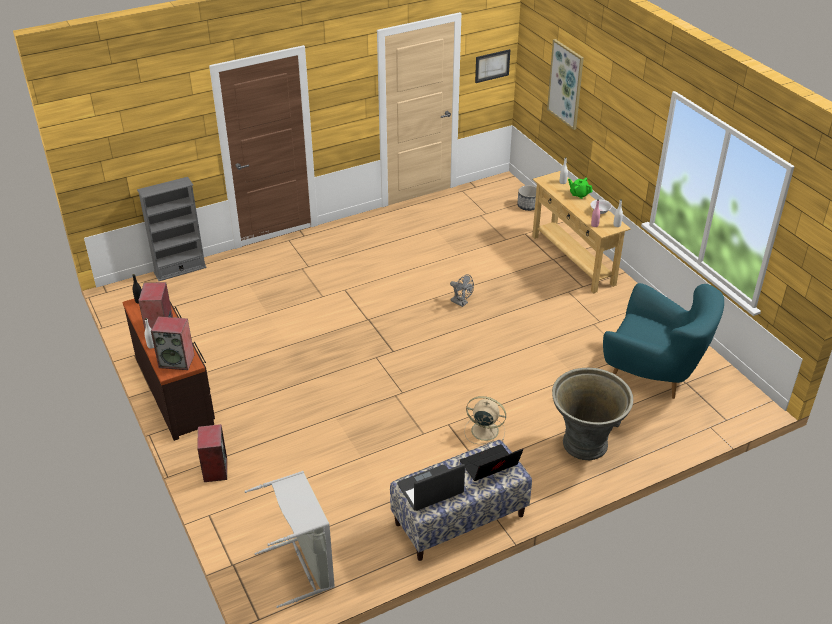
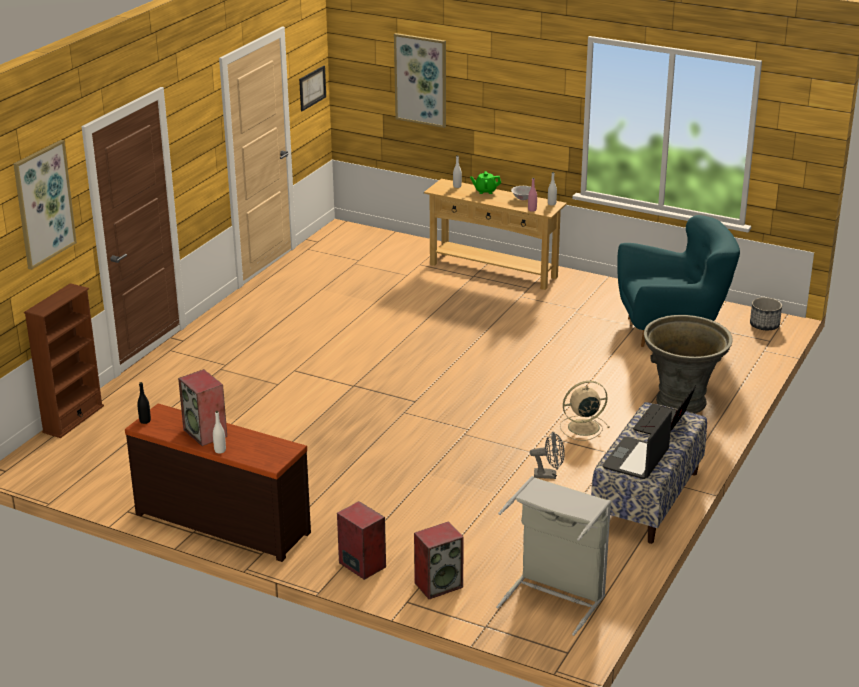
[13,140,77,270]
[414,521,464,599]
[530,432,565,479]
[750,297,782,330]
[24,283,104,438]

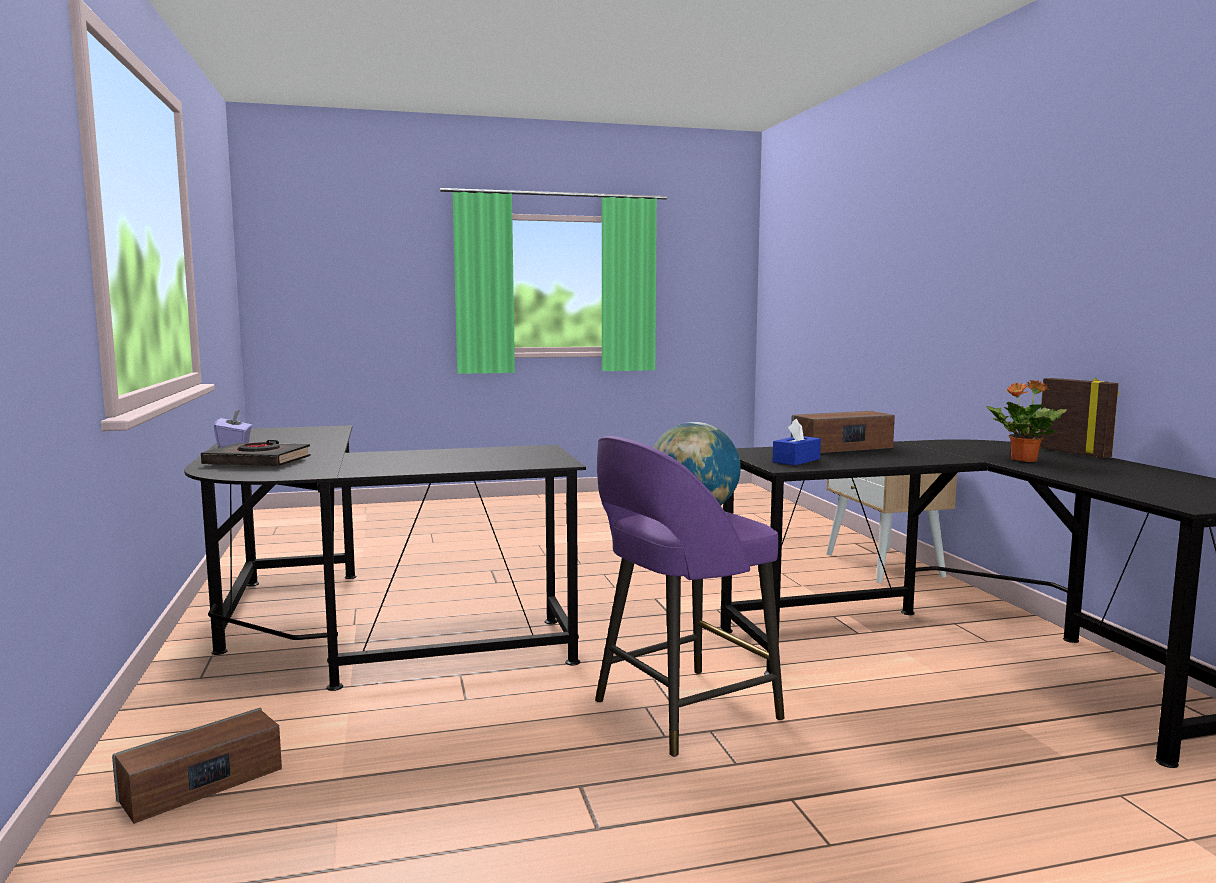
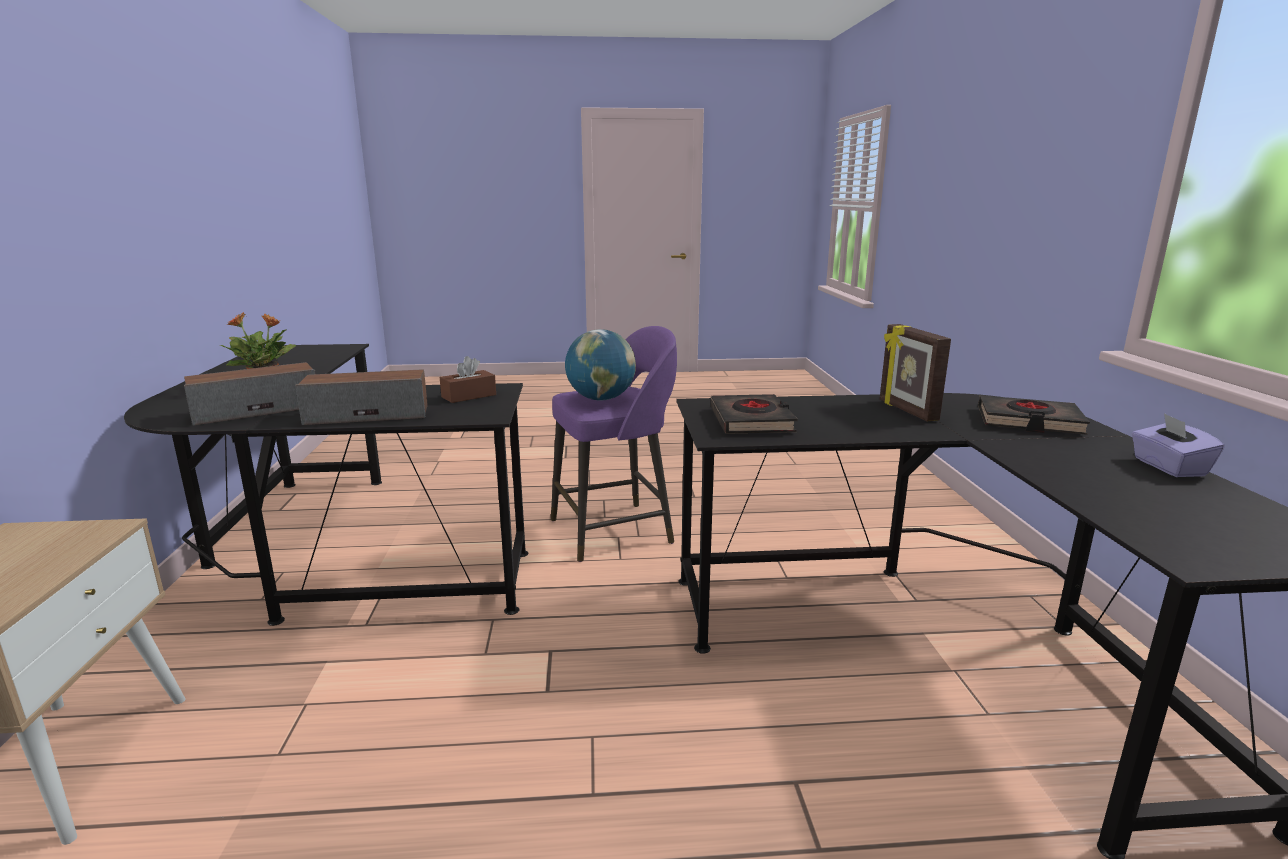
[710,394,797,434]
[184,362,316,426]
[880,324,951,421]
[440,356,496,403]

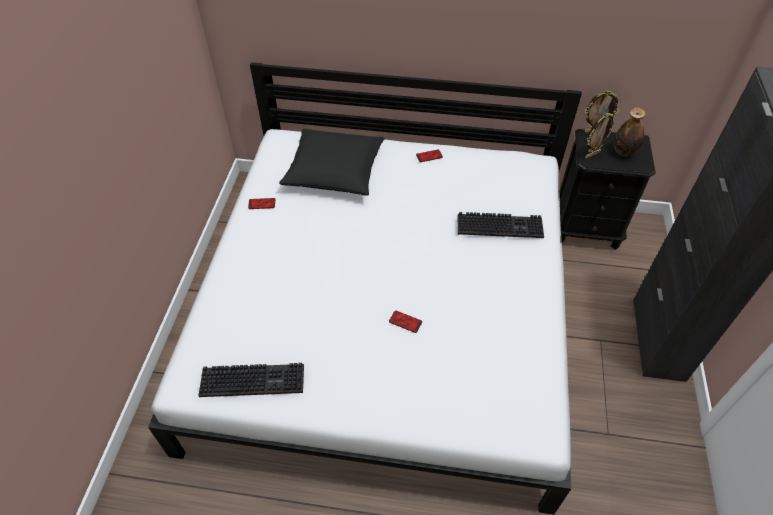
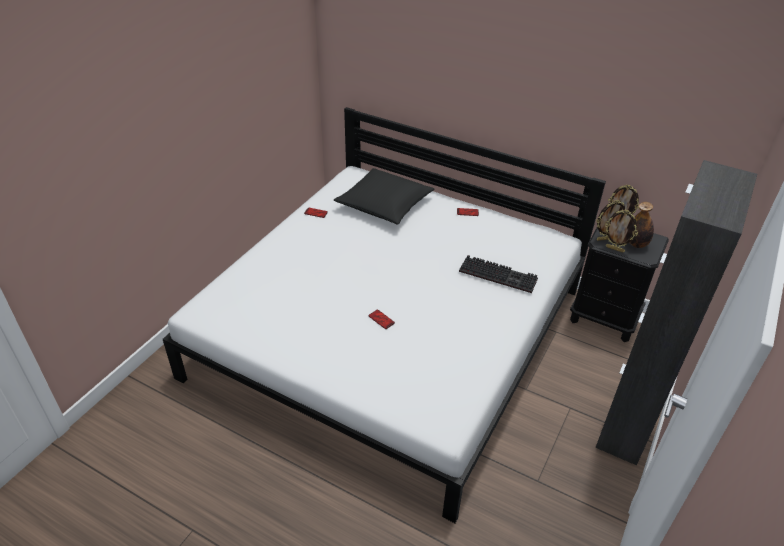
[198,363,304,397] (first image)
[605,210,638,253]

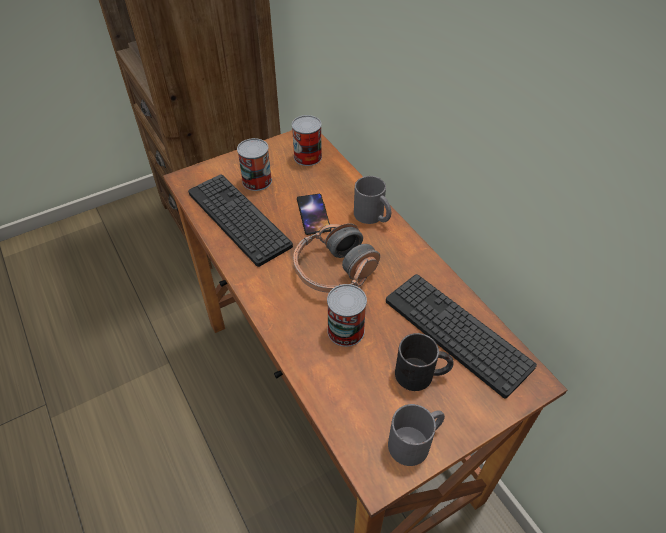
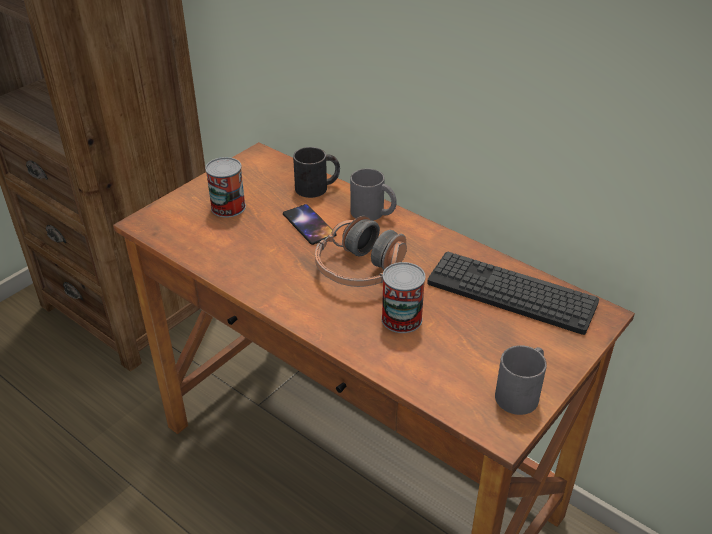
[188,174,293,267] (first image)
[292,115,322,166] (first image)
[293,147,340,198]

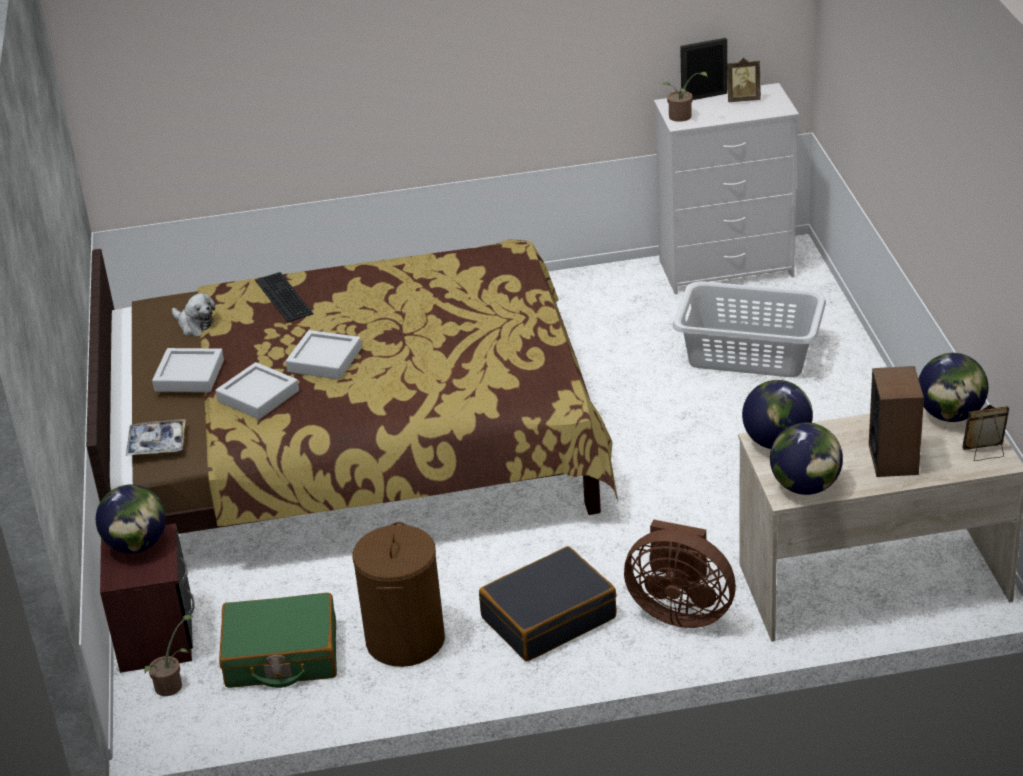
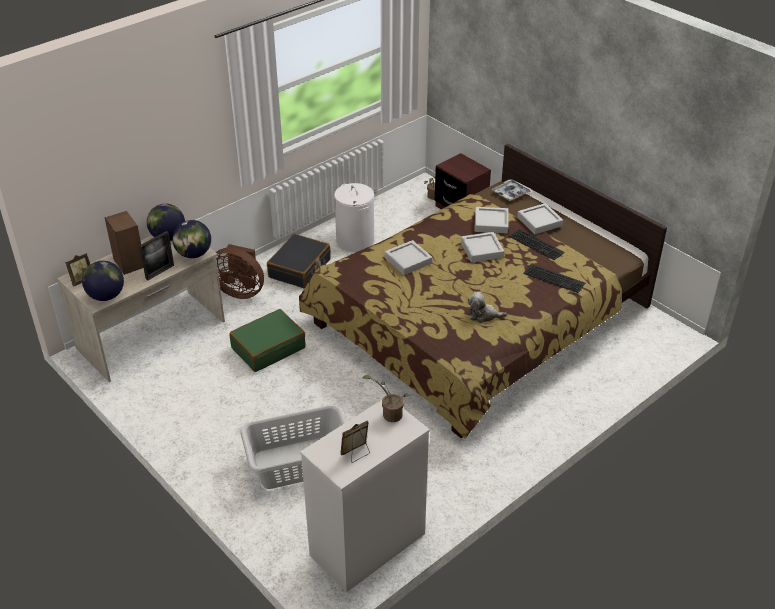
[96,484,166,554] (first image)
[385,240,432,275]
[509,229,565,260]
[467,292,507,323]
[230,309,306,372]
[139,231,174,280]
[334,183,374,252]
[216,244,264,299]

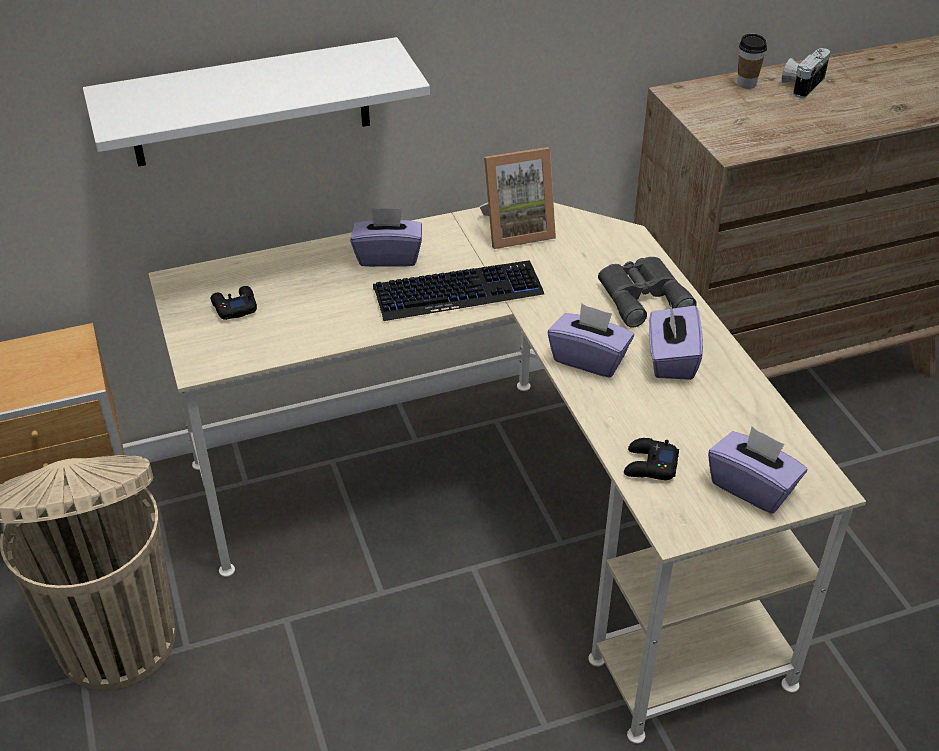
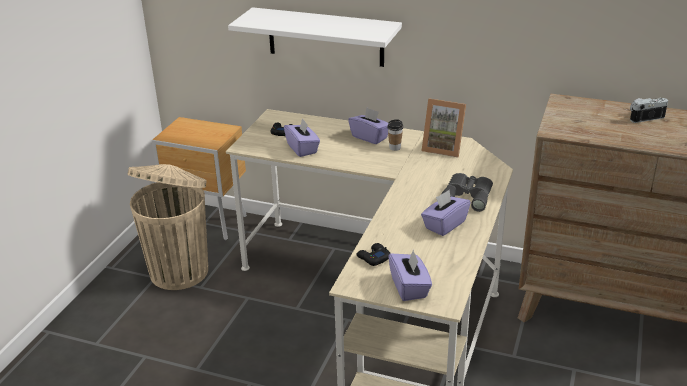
[373,260,544,321] (first image)
[284,118,320,157]
[387,119,403,151]

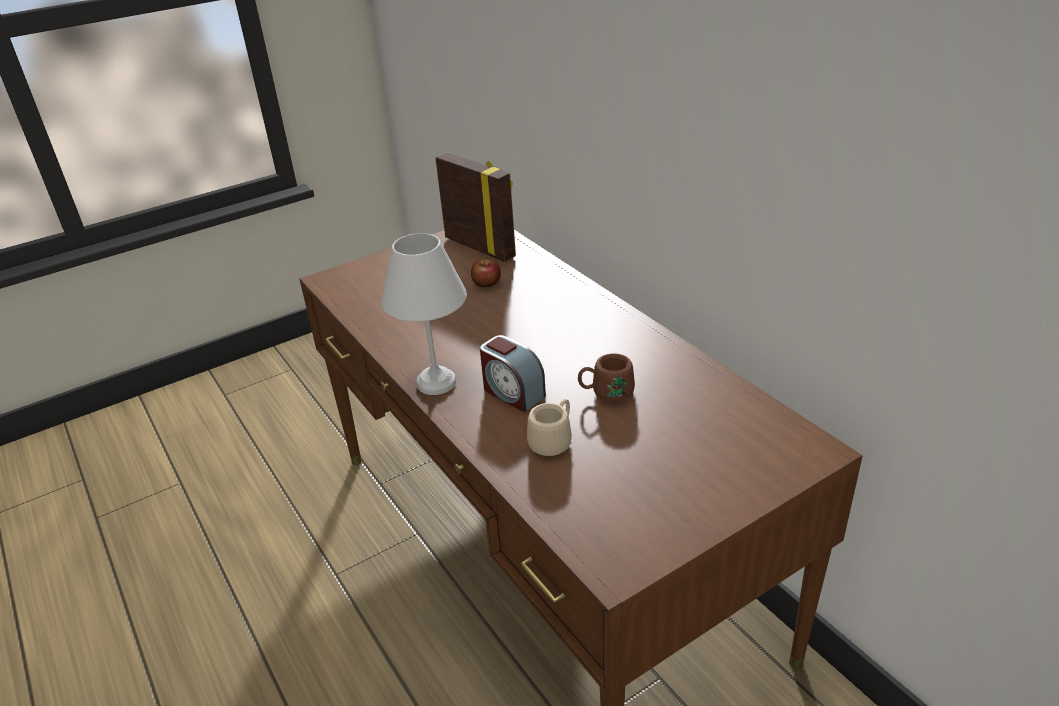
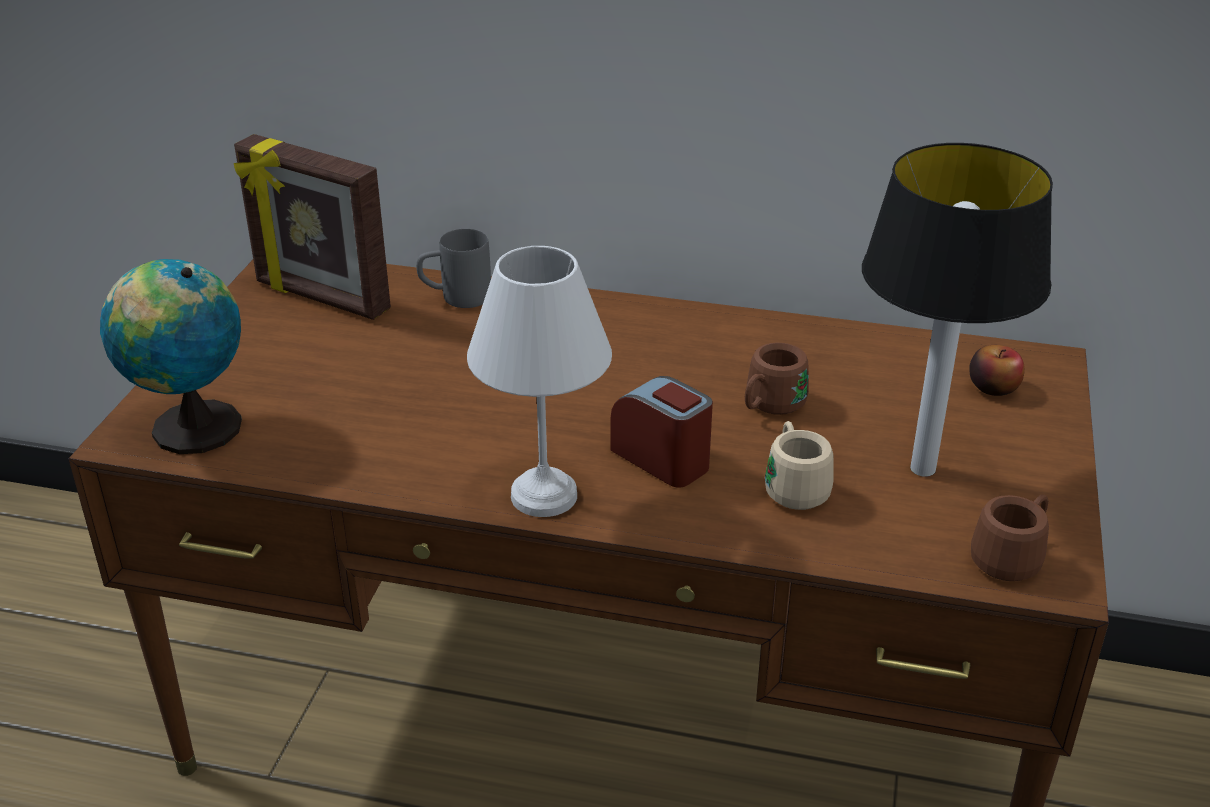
[100,259,242,454]
[416,229,491,308]
[862,143,1053,477]
[971,495,1049,581]
[969,345,1025,396]
[234,134,391,320]
[610,376,713,488]

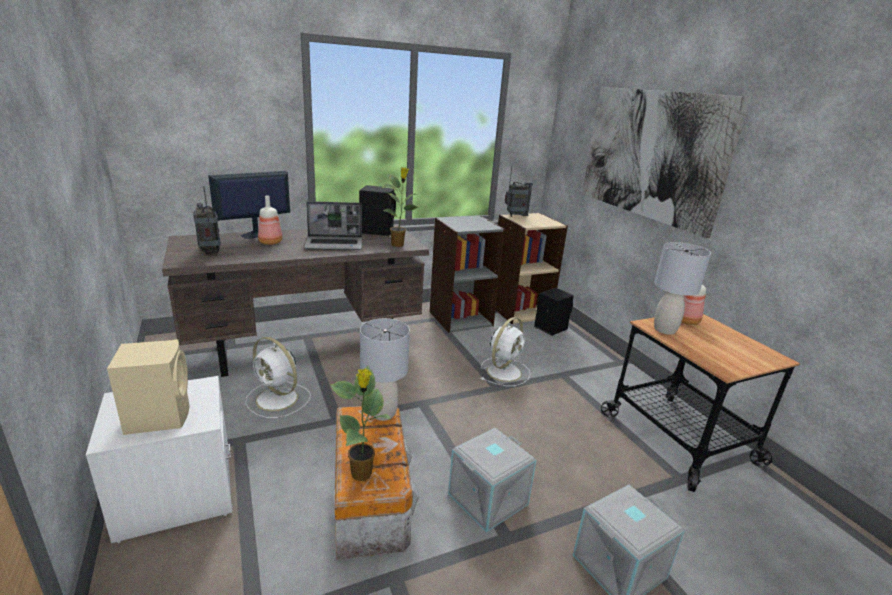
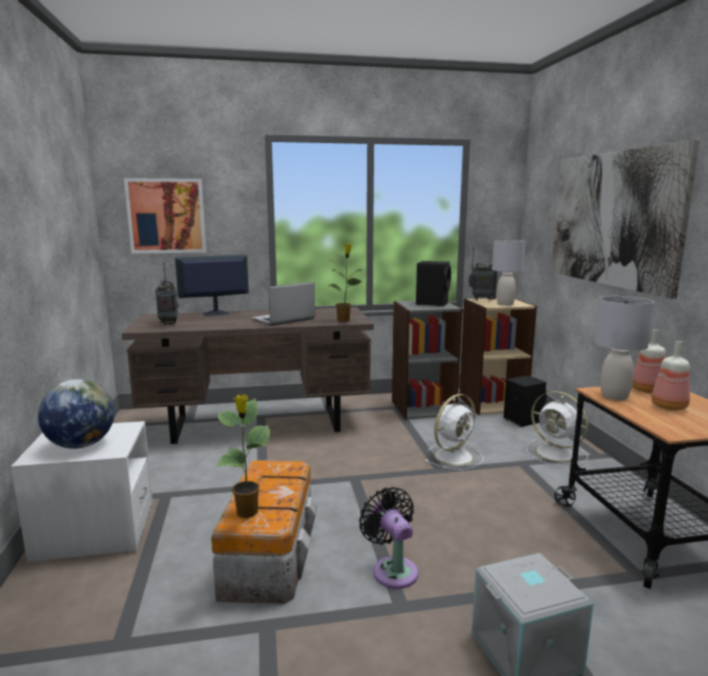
[124,178,206,254]
[526,391,588,467]
[651,341,690,410]
[416,261,451,306]
[492,240,526,306]
[38,379,115,449]
[359,487,418,589]
[251,282,315,326]

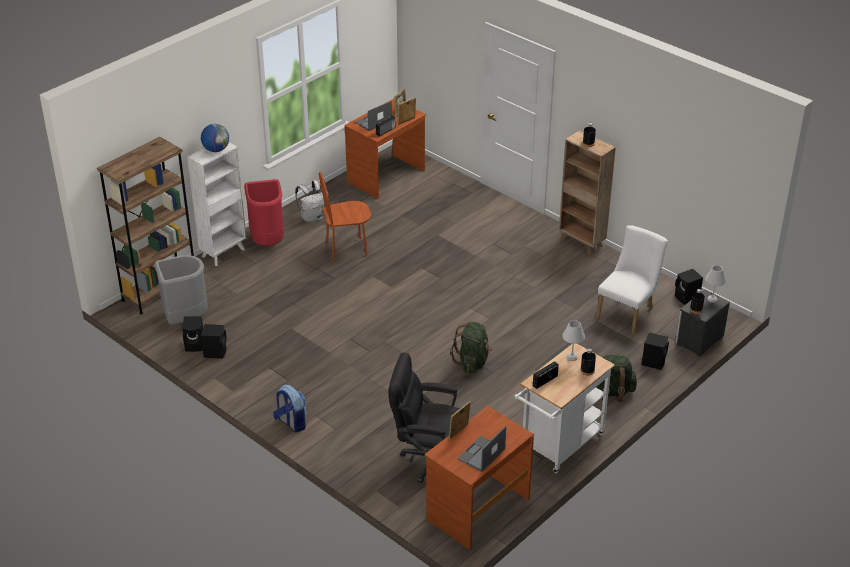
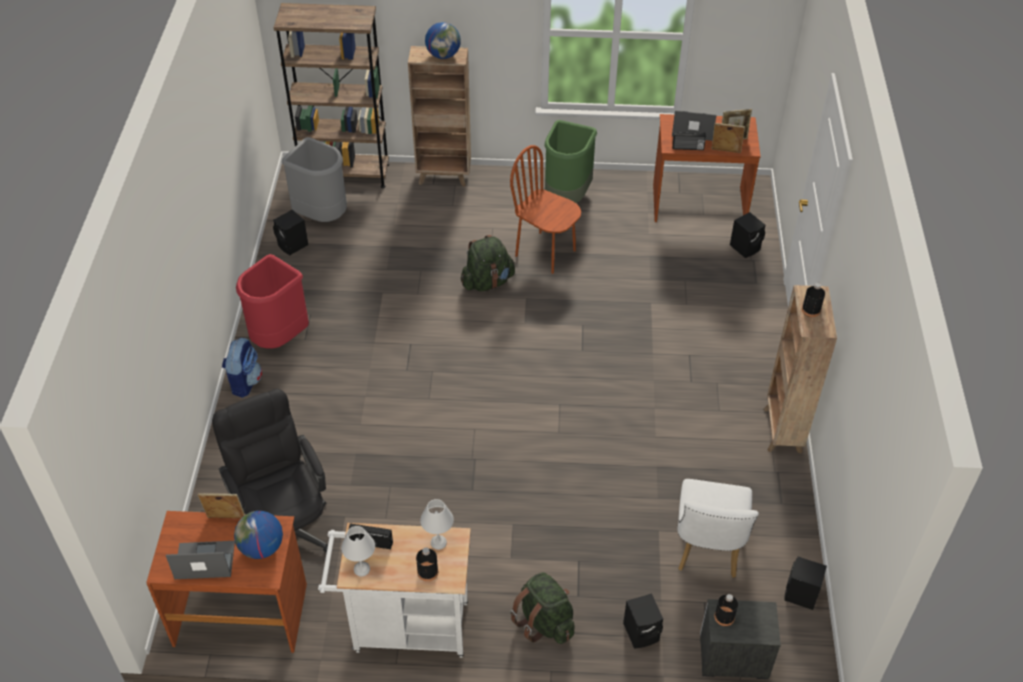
[234,511,283,559]
[730,212,765,258]
[236,254,309,349]
[461,235,515,291]
[341,526,375,577]
[544,120,597,203]
[408,46,471,187]
[677,479,759,578]

